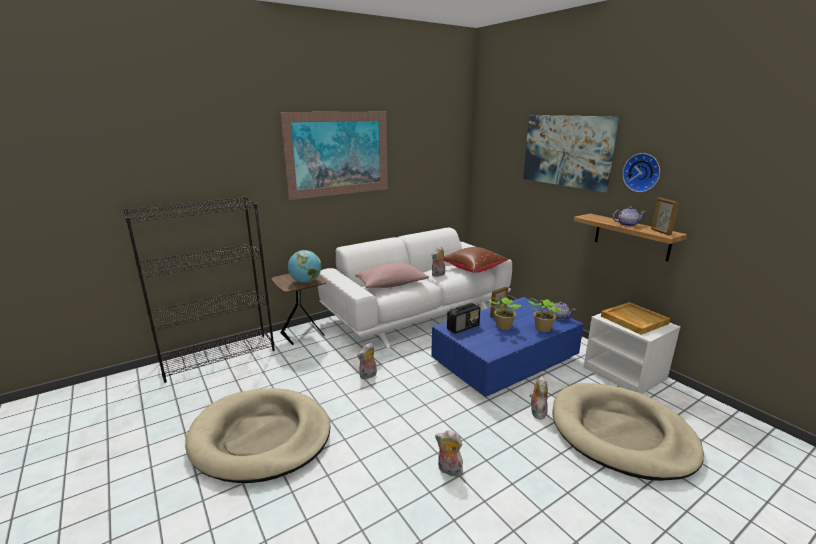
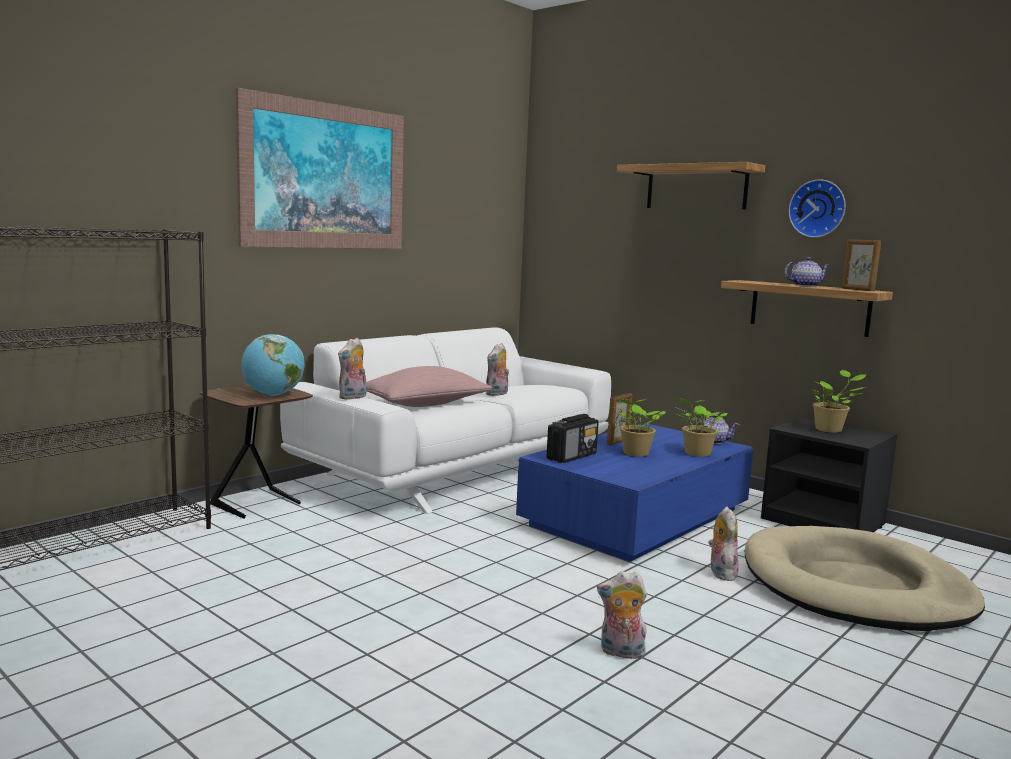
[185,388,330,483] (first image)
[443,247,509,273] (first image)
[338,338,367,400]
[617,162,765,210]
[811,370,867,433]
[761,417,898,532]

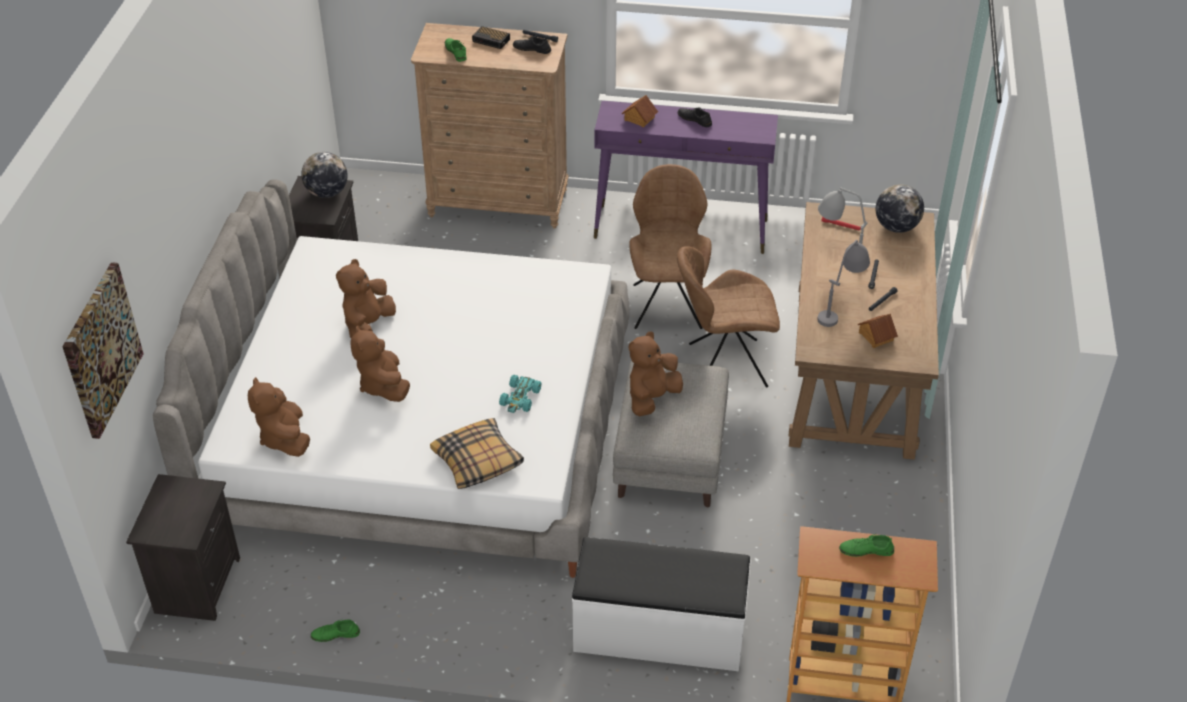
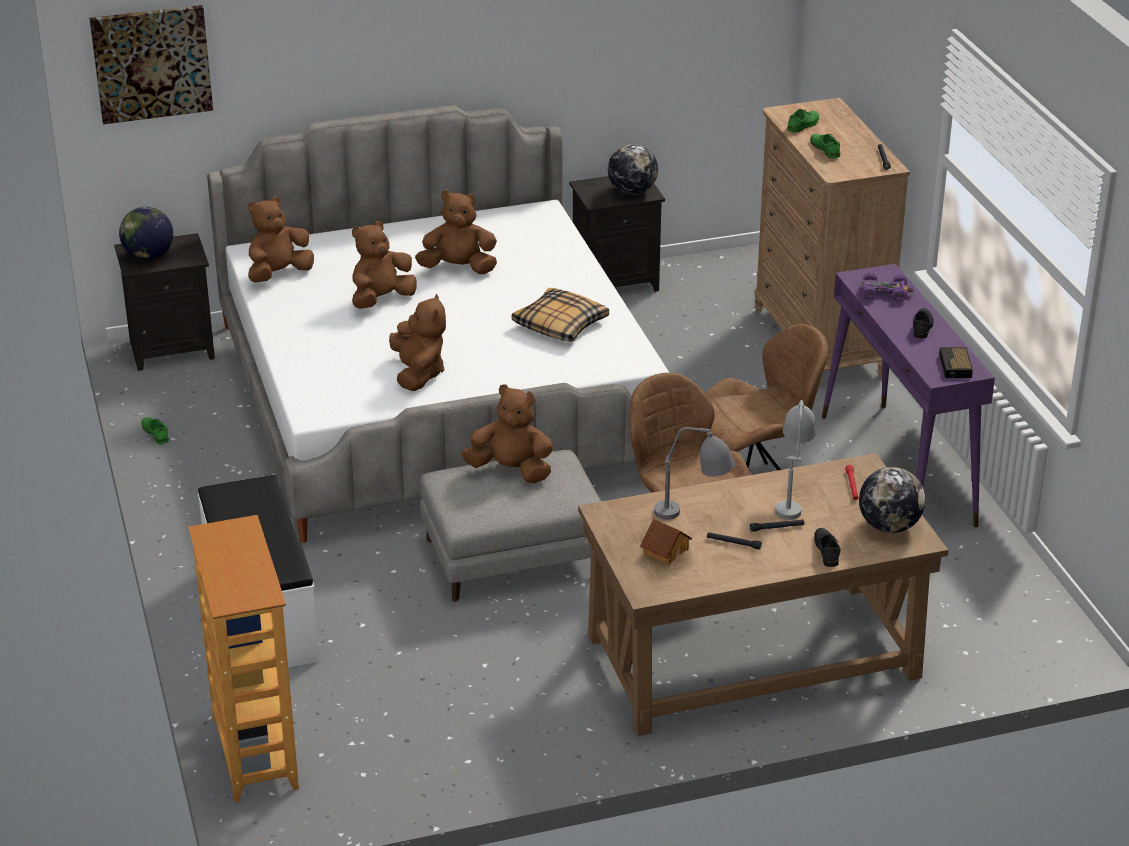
[119,207,173,260]
[512,288,609,342]
[939,347,973,378]
[814,528,841,567]
[810,134,840,159]
[389,294,446,391]
[860,272,915,302]

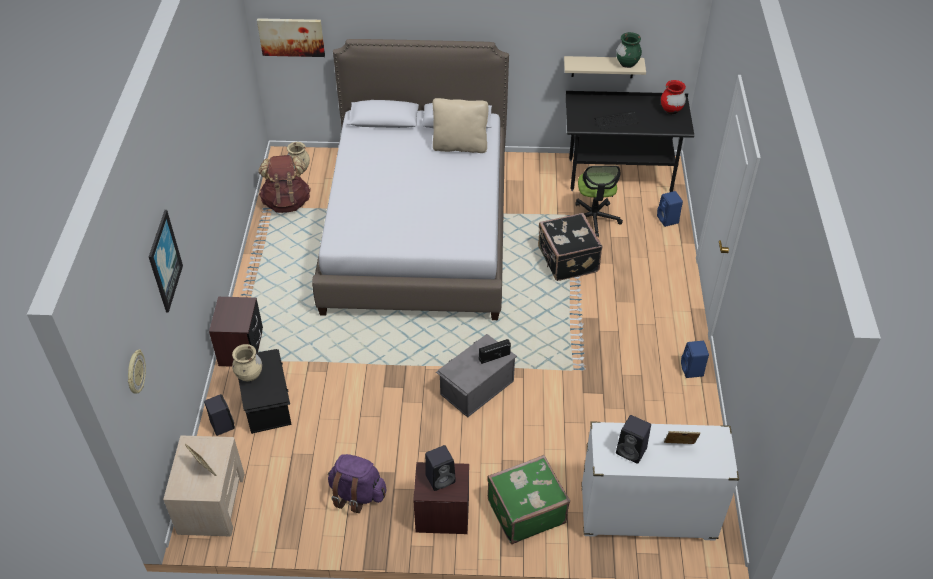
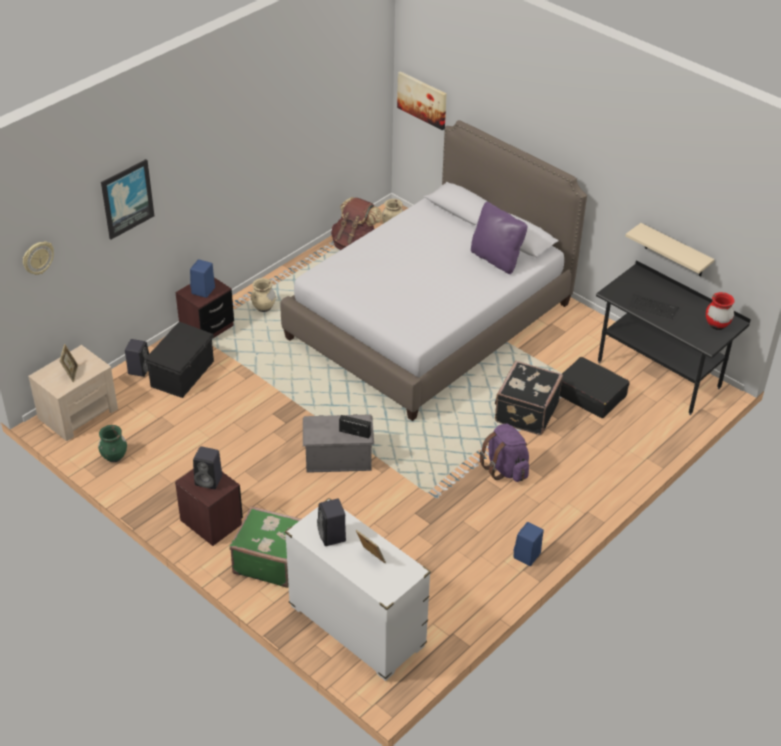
[251,278,276,312]
[479,424,529,482]
[98,425,127,462]
[190,259,215,298]
[560,357,630,418]
[471,202,527,274]

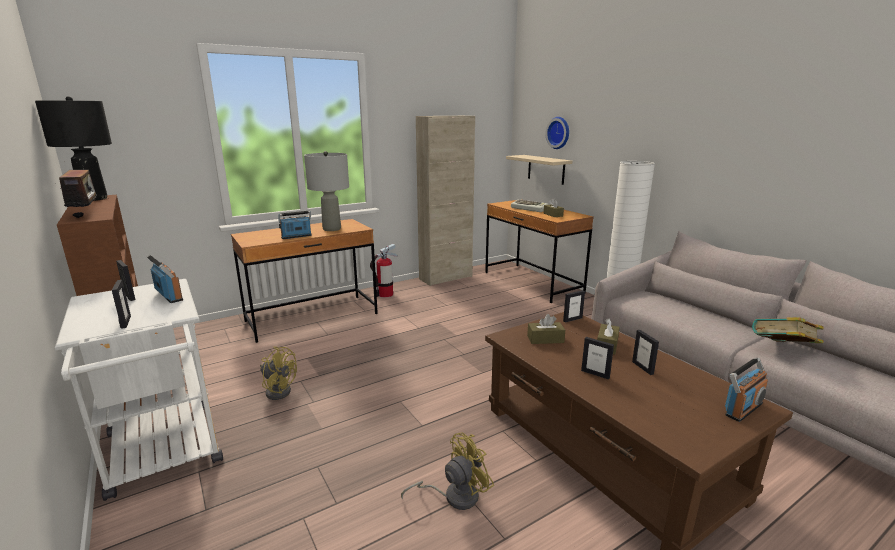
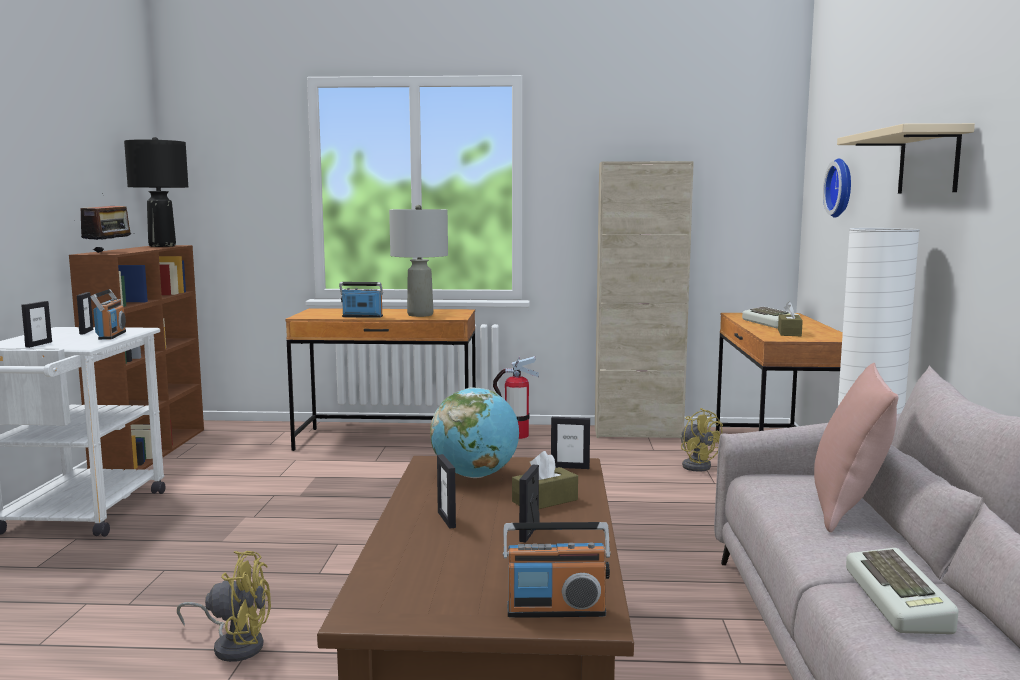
[814,363,898,532]
[681,408,723,472]
[837,123,975,193]
[430,387,519,478]
[846,548,959,634]

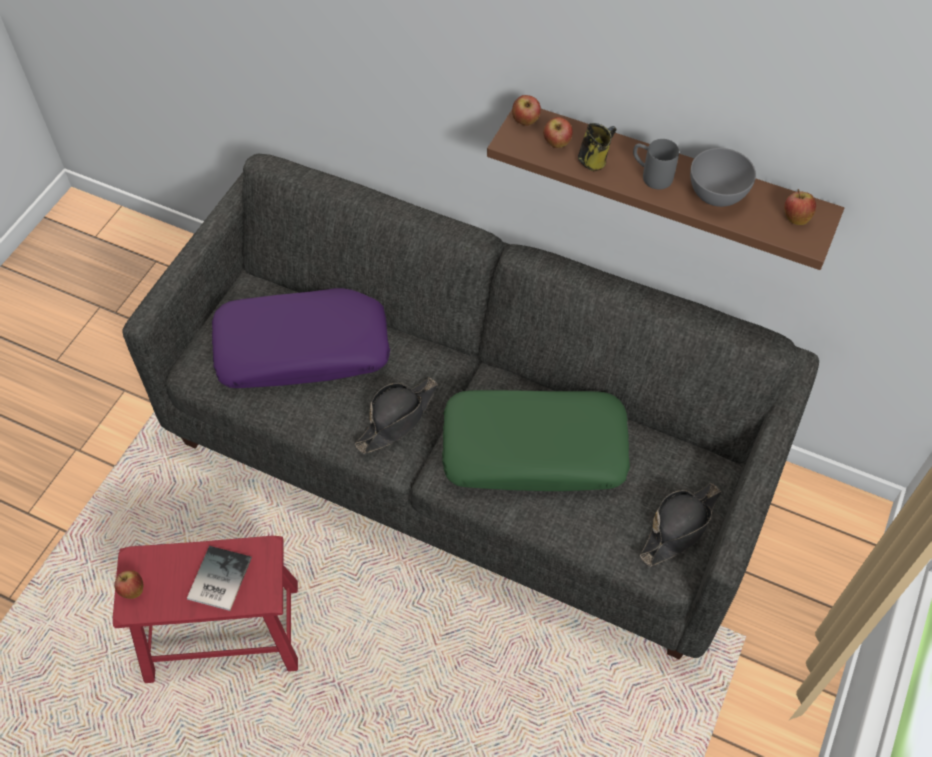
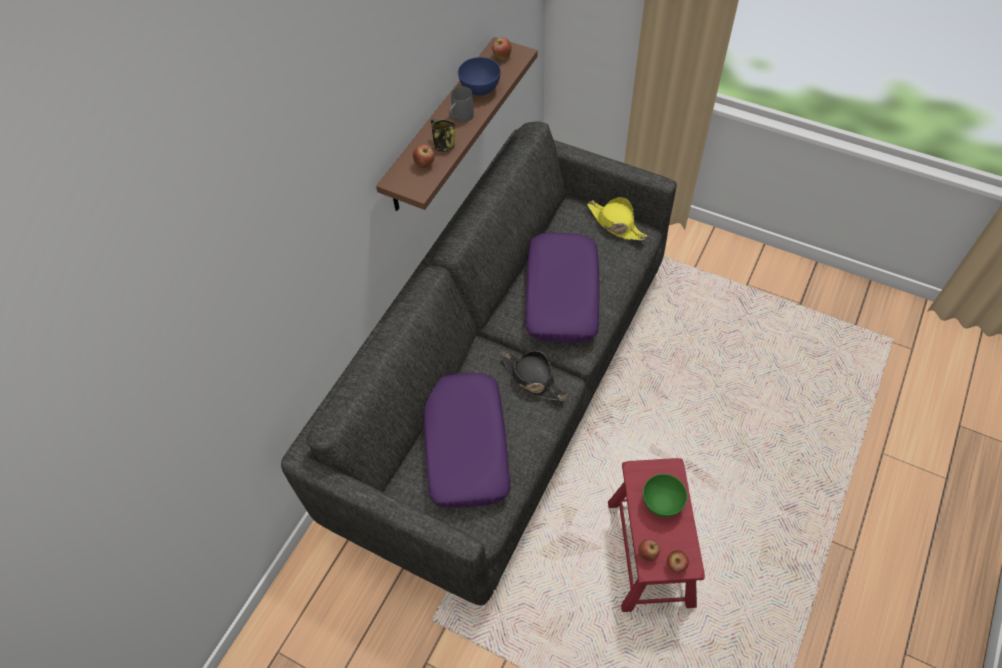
[638,539,660,561]
[643,474,687,517]
[525,233,599,343]
[587,197,648,241]
[458,57,501,96]

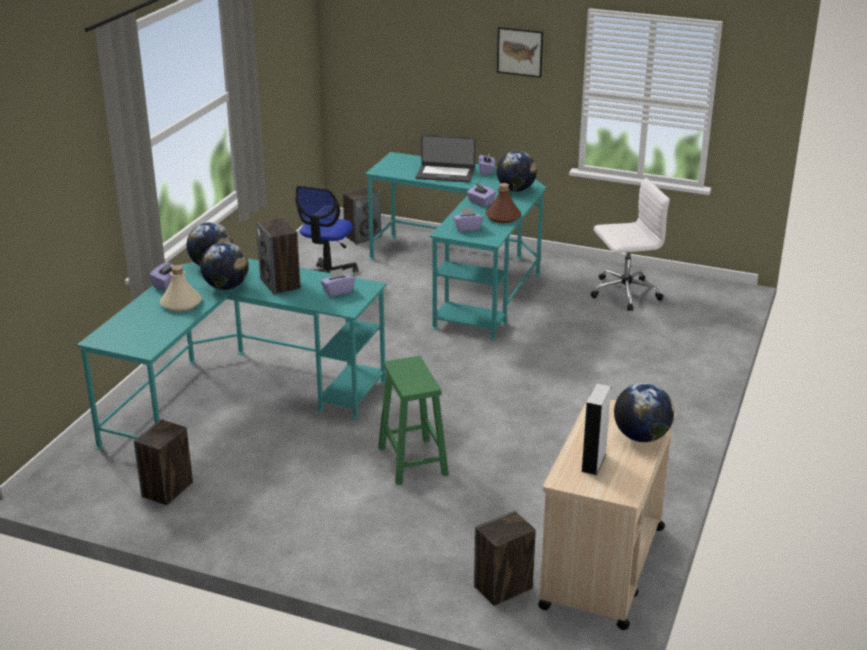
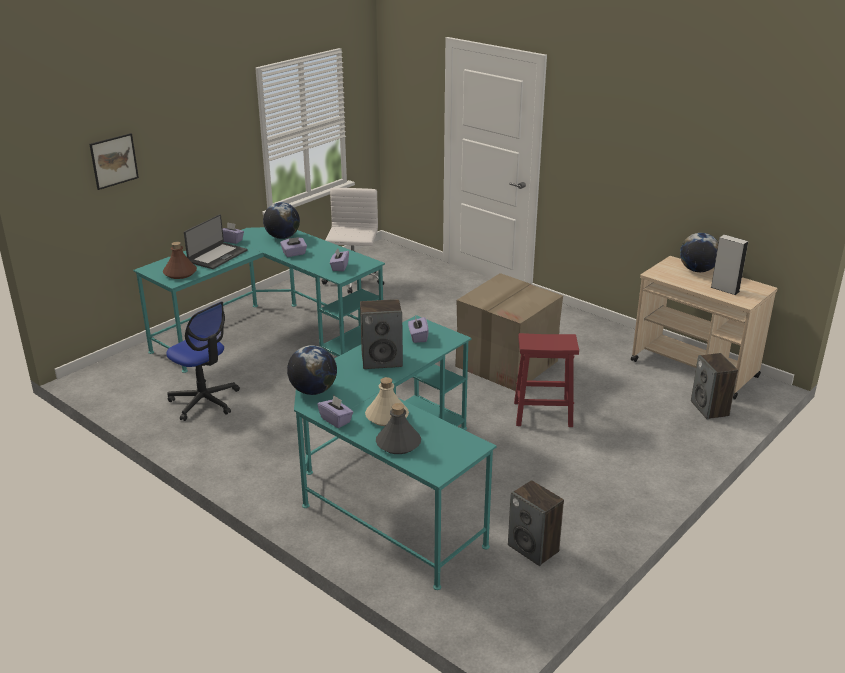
[200,242,249,290] (first image)
[343,186,381,244] (first image)
[376,403,421,454]
[455,273,563,391]
[163,242,197,279]
[89,133,139,190]
[514,333,579,427]

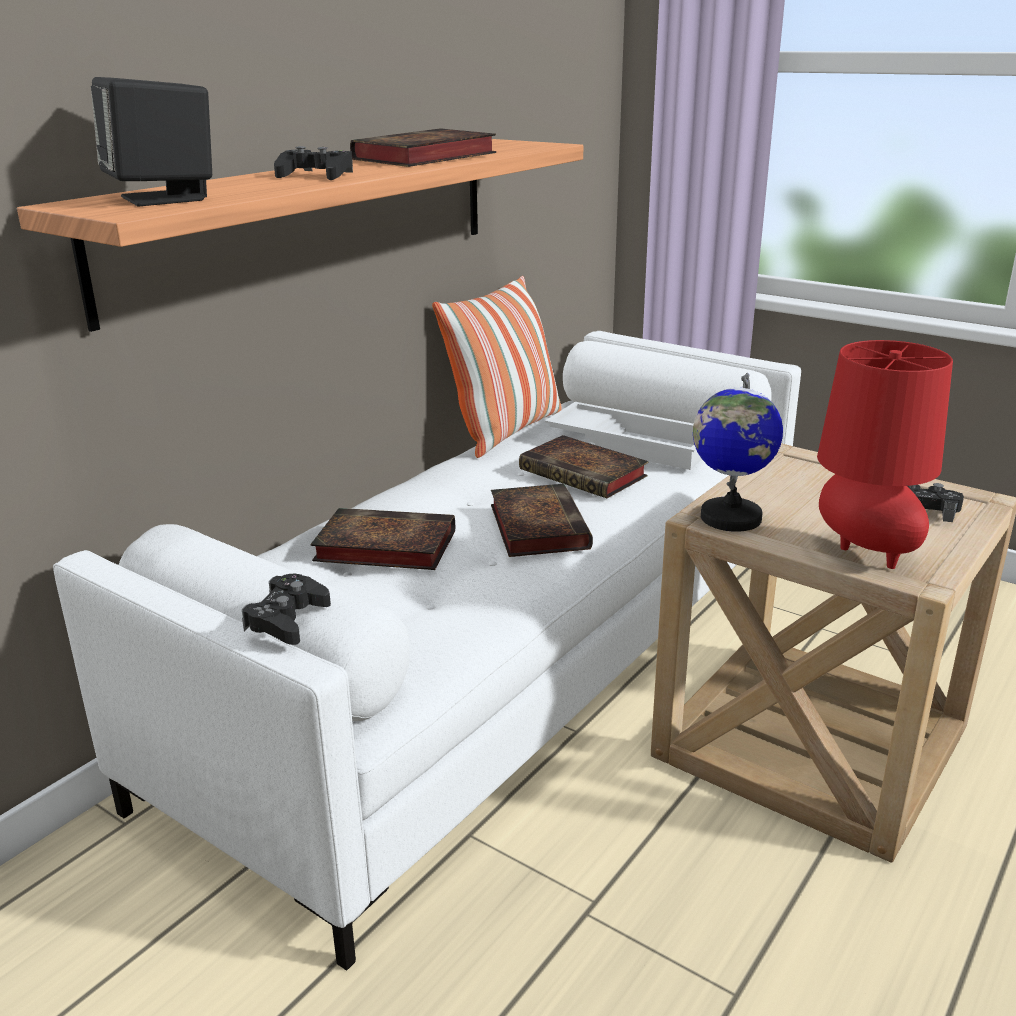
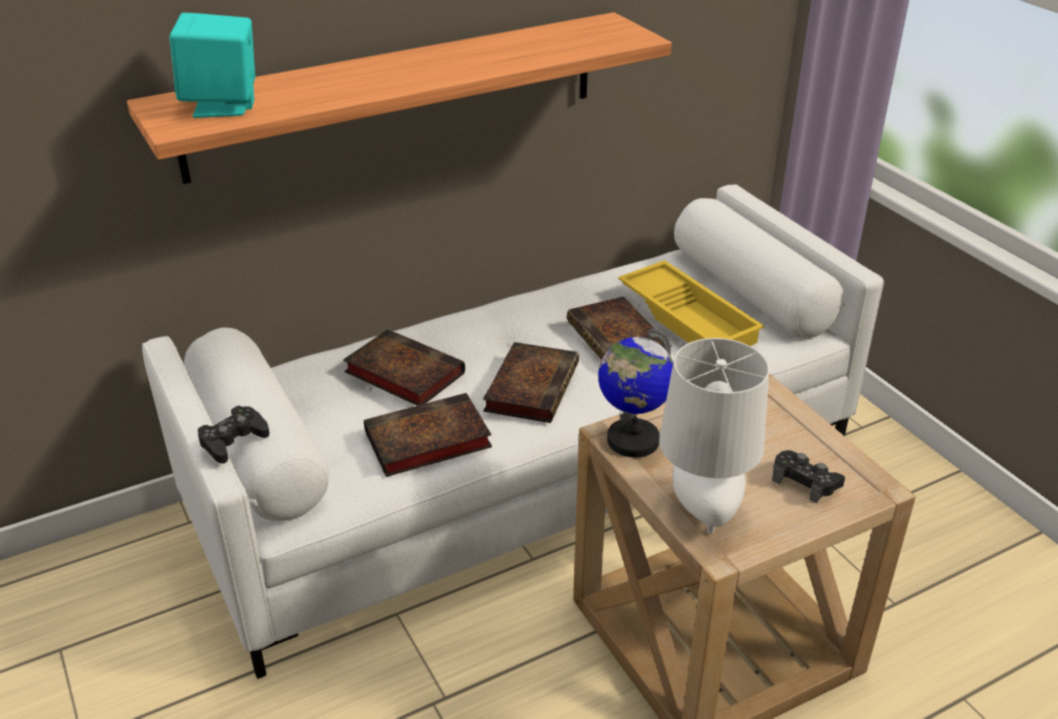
[274,146,353,180] (first image)
[432,276,562,458] (first image)
[364,393,492,477]
[169,13,255,118]
[618,260,764,346]
[659,338,769,534]

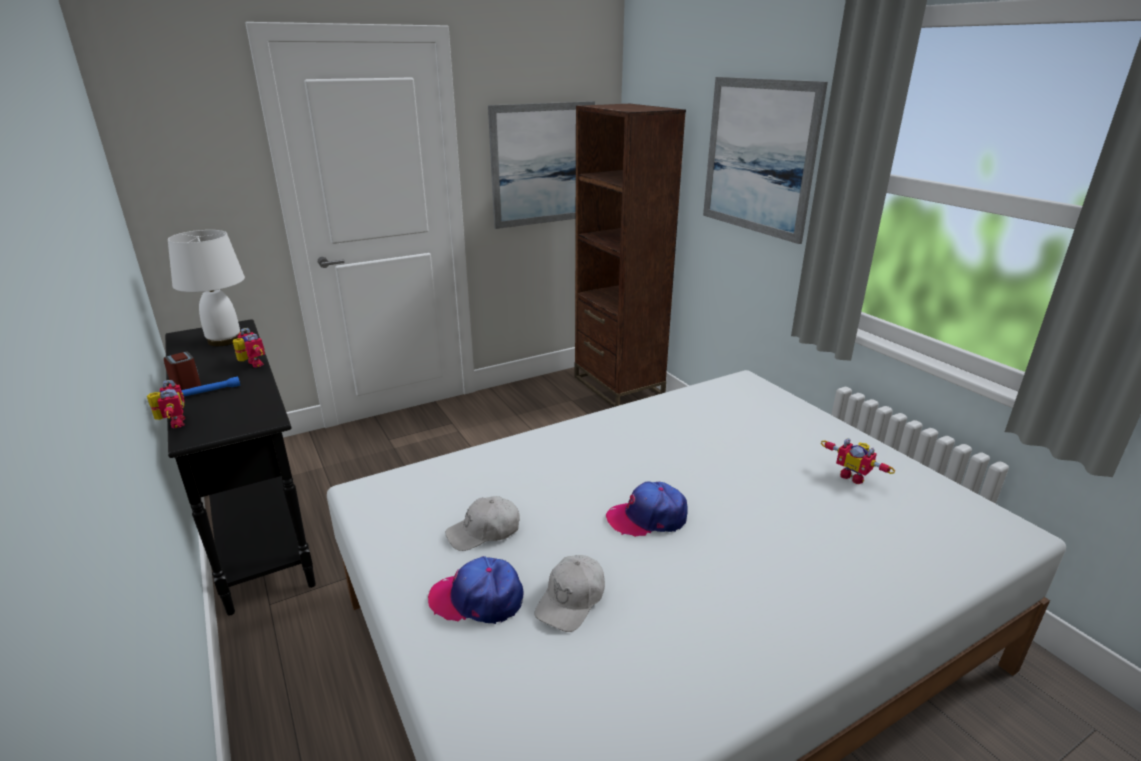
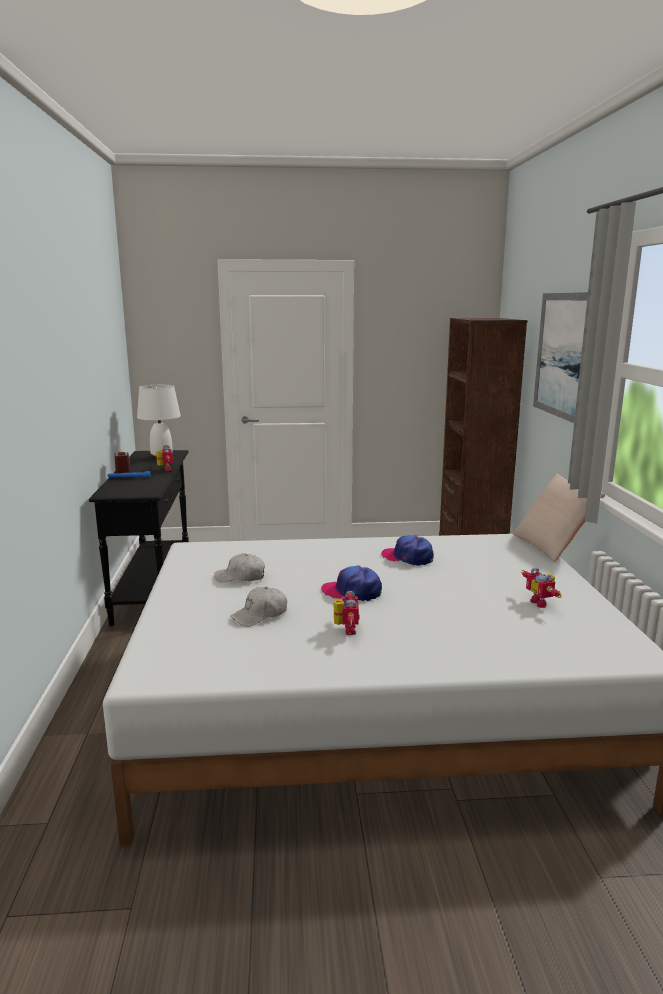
[488,101,595,229] (first image)
[513,474,605,562]
[333,591,359,635]
[381,535,434,566]

